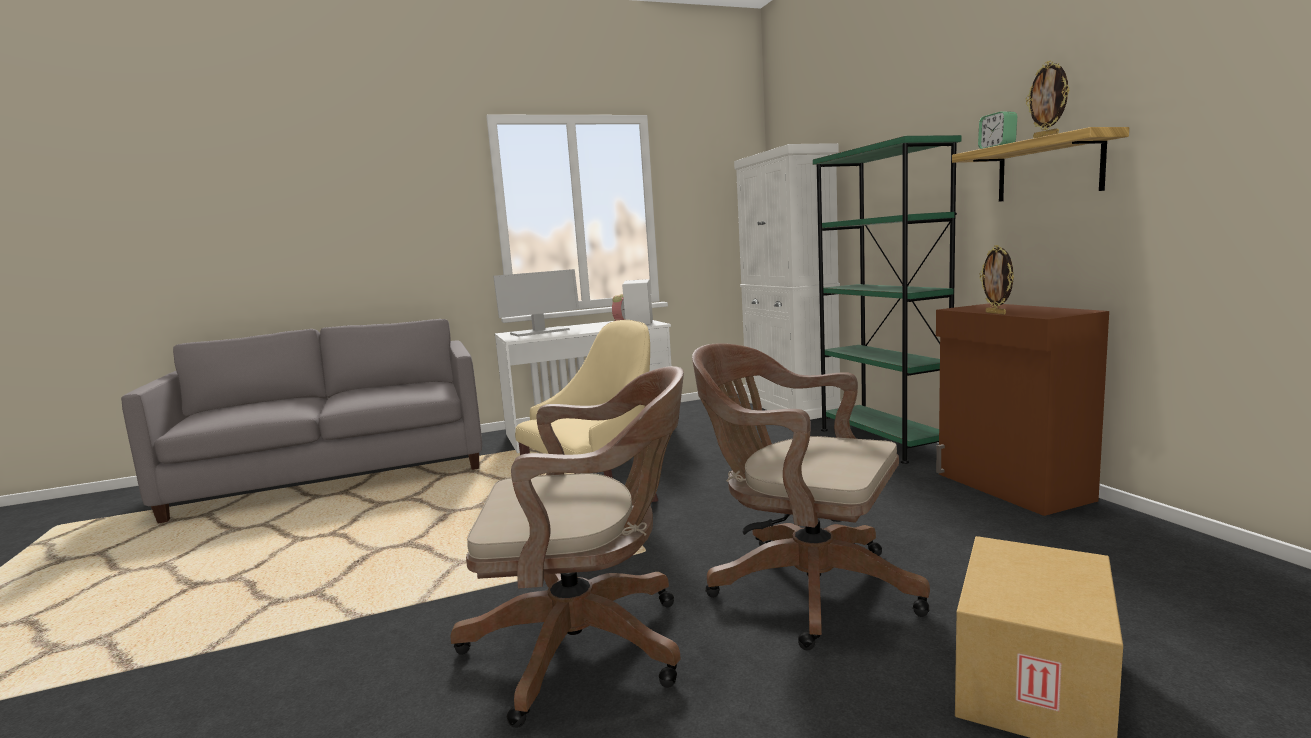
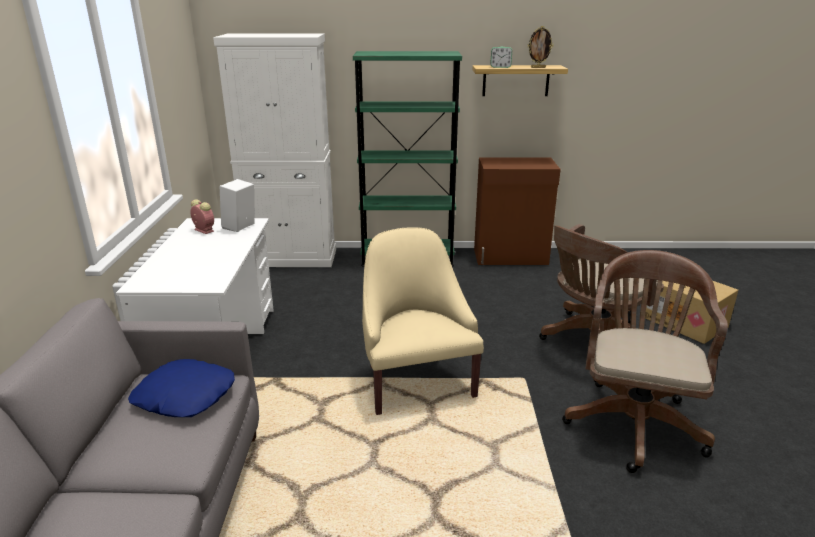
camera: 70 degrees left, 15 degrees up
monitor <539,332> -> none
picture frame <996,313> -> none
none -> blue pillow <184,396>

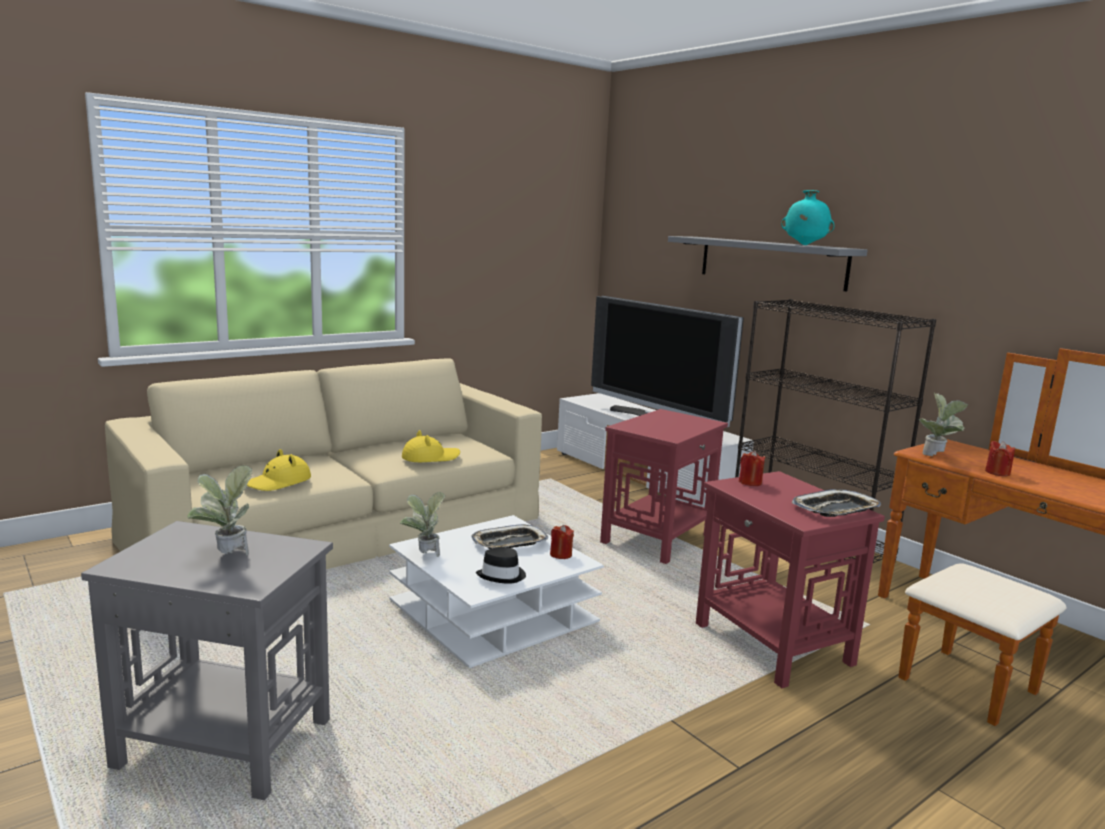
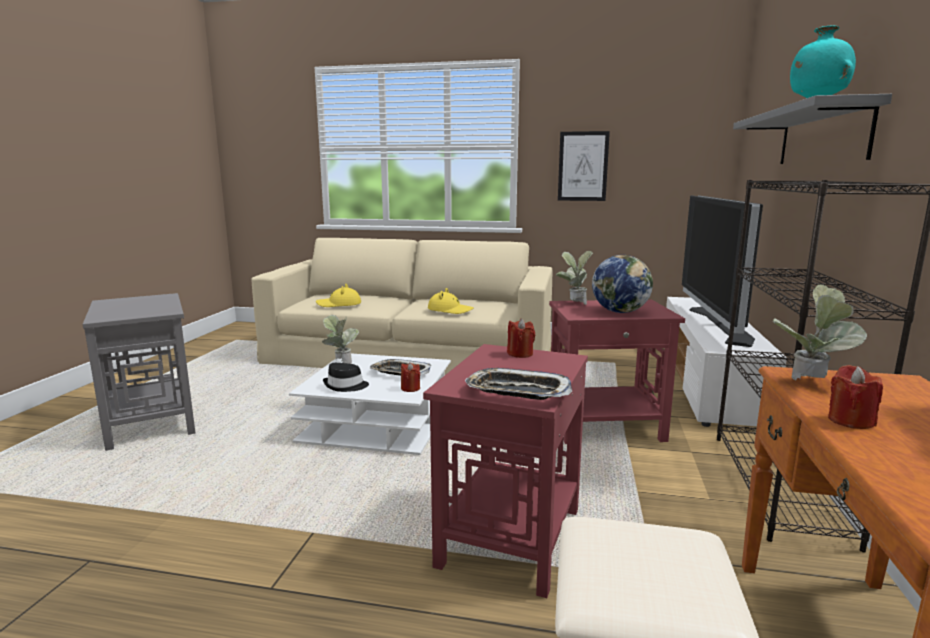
camera: 50 degrees right, 0 degrees up
none -> picture <583,166>
none -> globe <620,312>
potted plant <226,558> -> potted plant <573,304>, moved

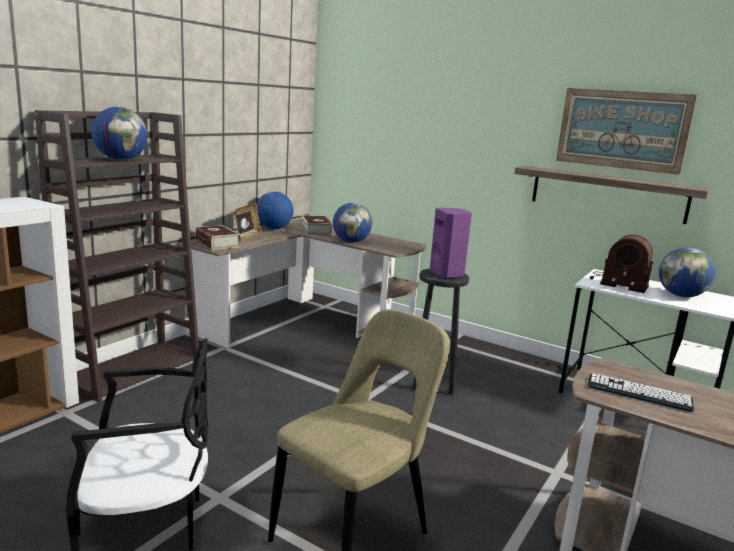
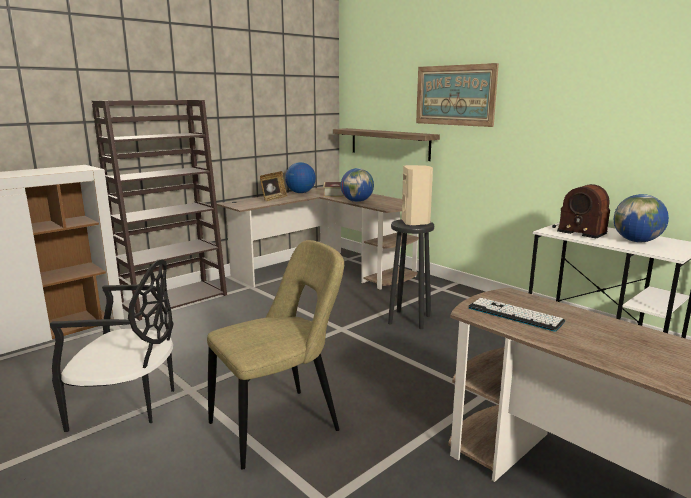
camera: 15 degrees right, 0 degrees up
globe <121,160> -> none
book <217,243> -> none
shelf <607,194> -> shelf <389,143>, moved
picture <622,129> -> picture <455,95>, moved
purple speaker <448,273> -> beige speaker <416,223>

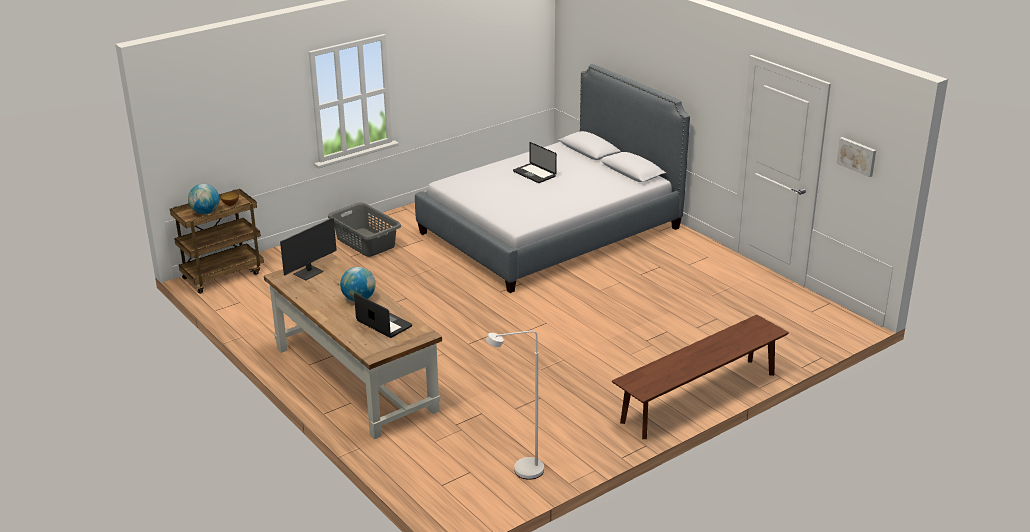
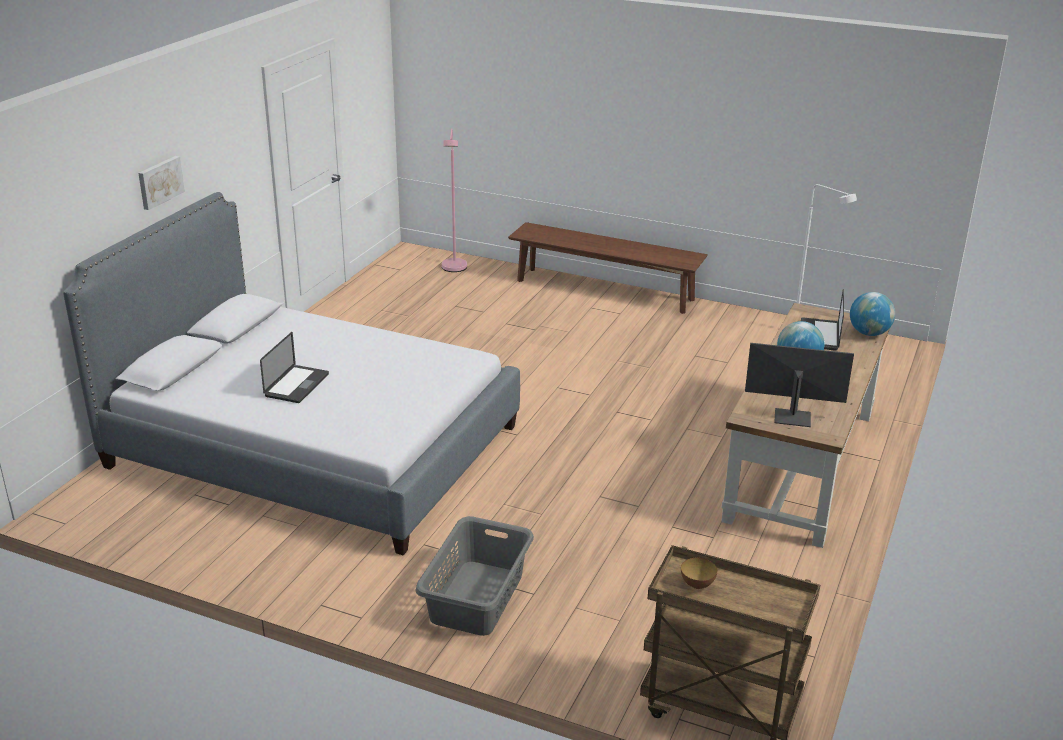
camera: 120 degrees left, 0 degrees up
none -> pink floor lamp <454,270>
globe <205,212> -> globe <869,333>, moved
picture <857,156> -> picture <159,182>, moved

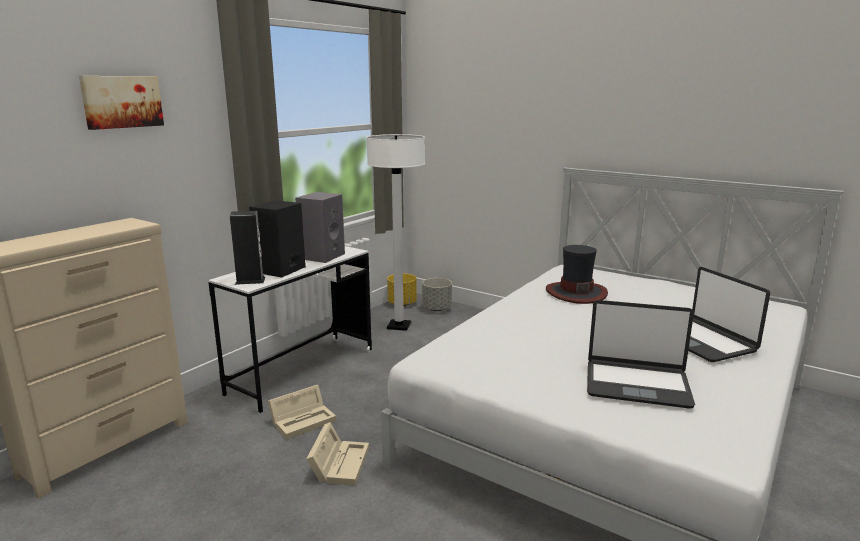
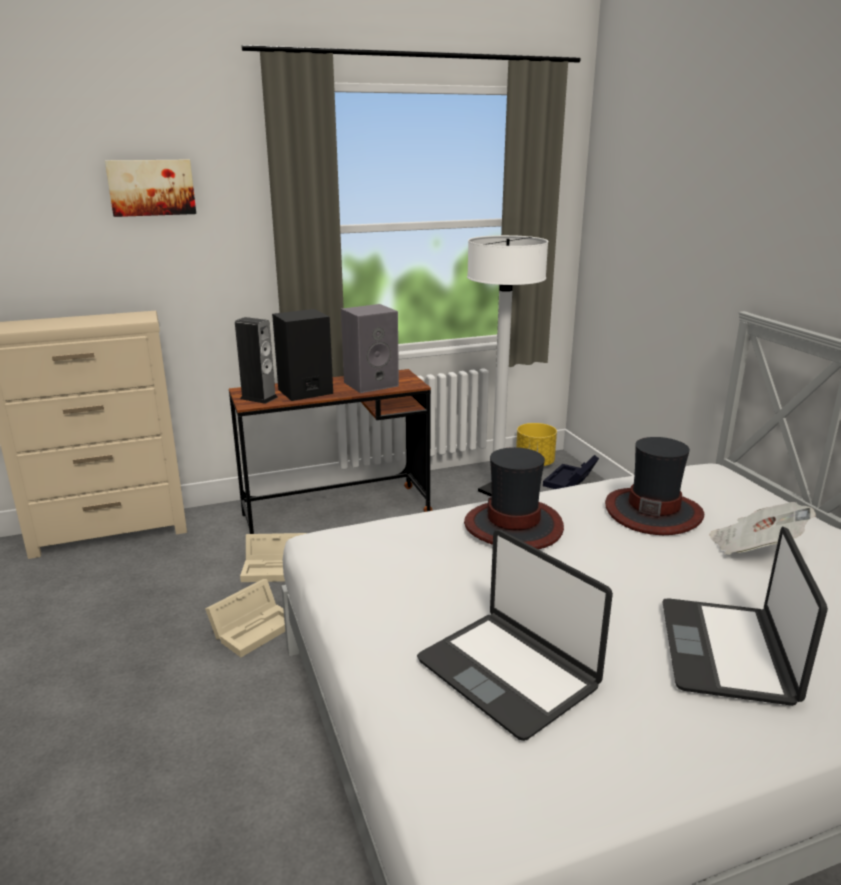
camera: 35 degrees right, 5 degrees up
none -> hat <514,526>
none -> newspaper <754,548>
grey planter <437,309> -> black storage box <570,482>
white desk <302,371> -> brown desk <336,514>

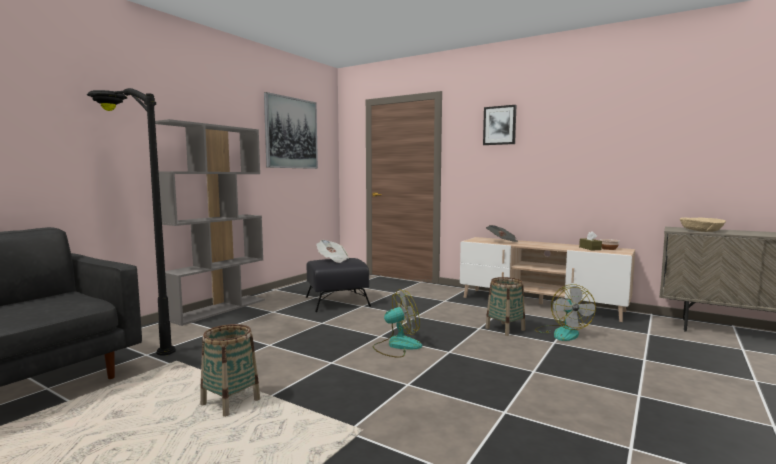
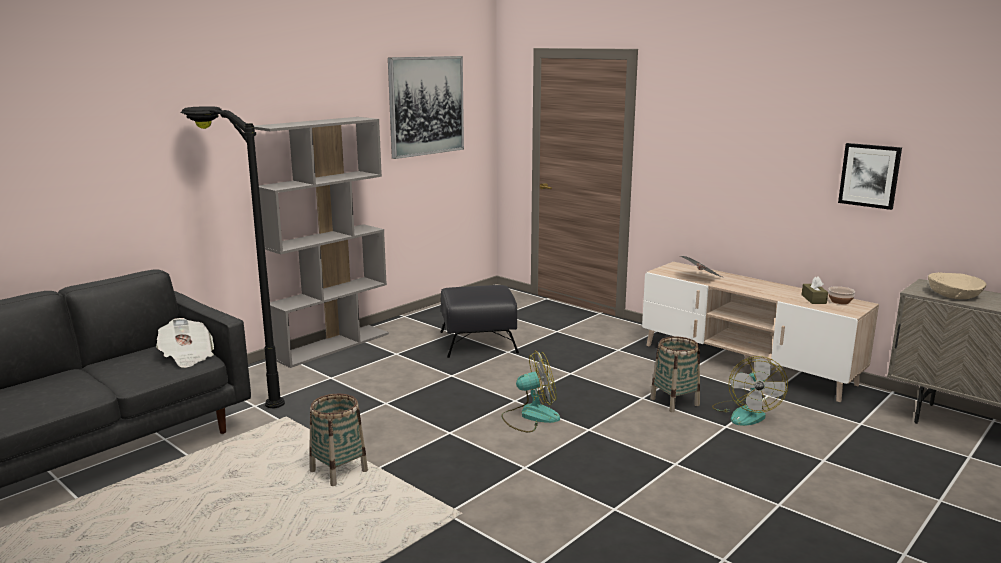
camera: 10 degrees right, 10 degrees up
newspaper <333,260> -> newspaper <187,357>, moved
picture <499,125> -> picture <869,175>, moved

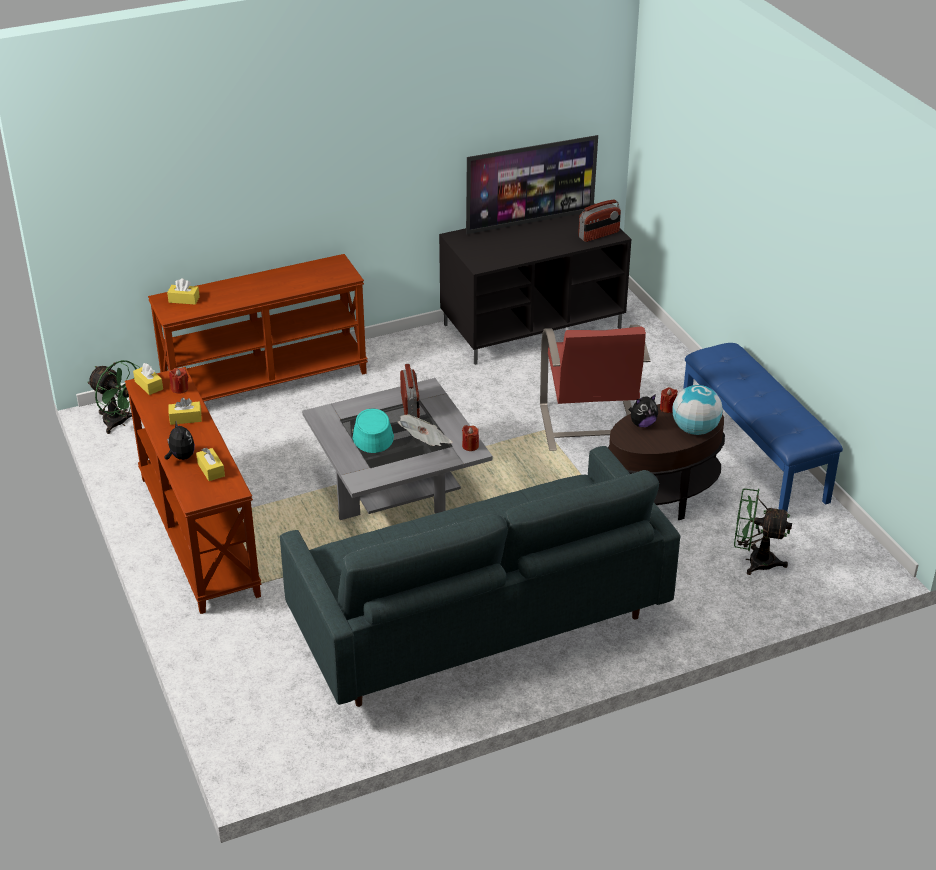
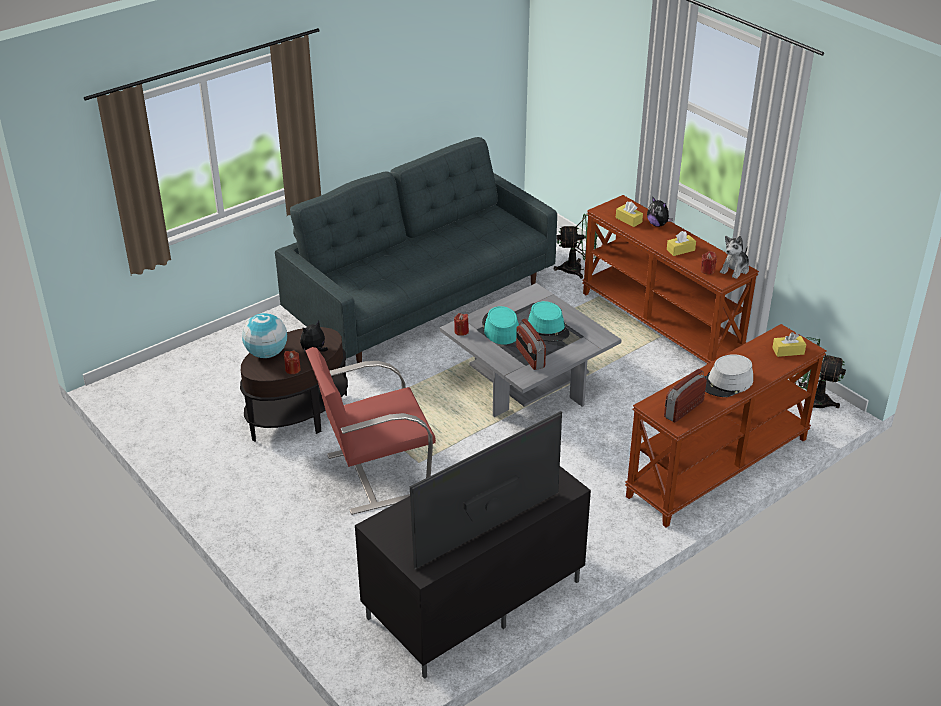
camera: 165 degrees right, 0 degrees up
blue bench <754,455> -> none
none -> grey hat <726,383>
radio <599,235> -> radio <683,409>, moved
green fan <754,561> -> green fan <577,269>, moved
yellow tissue box <149,385> -> plush toy <735,269>
newspaper <425,442> -> turquoise hat <500,328>
red armchair <590,426> -> red armchair <375,475>, 90 degrees counterclockwise

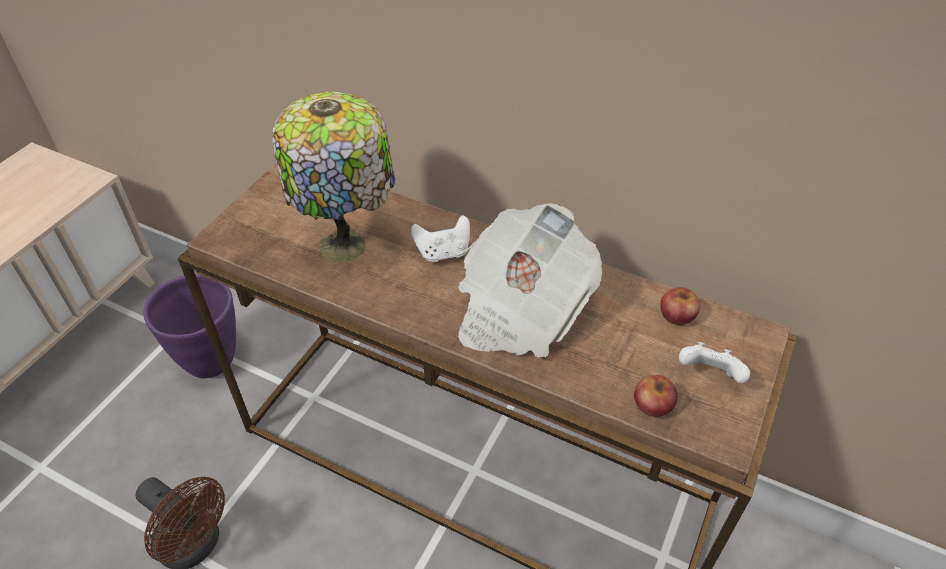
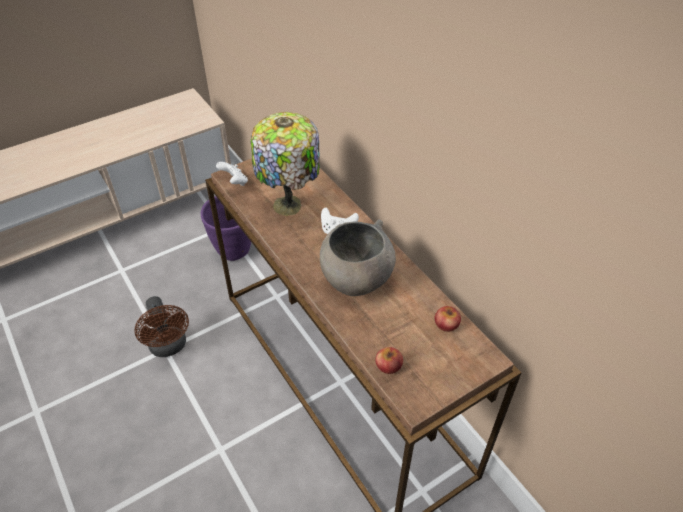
camera: 30 degrees right, 0 degrees up
white game controller <709,375> -> white game controller <234,182>, moved
newspaper <519,309> -> grey bowl <356,280>

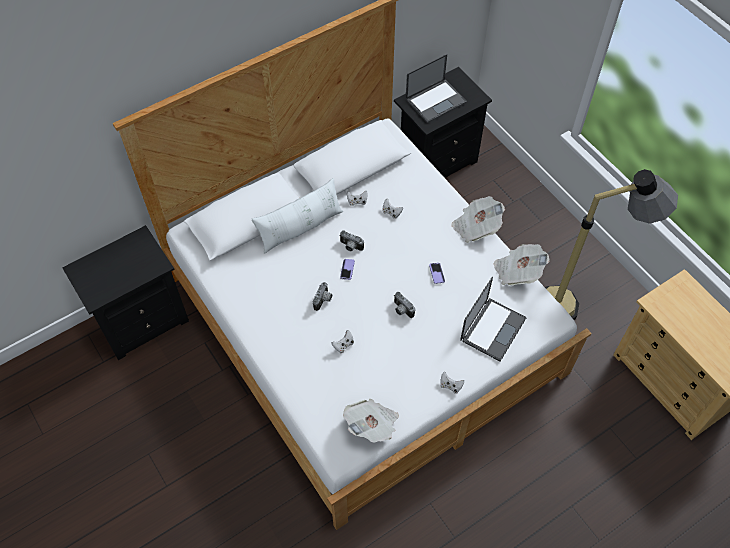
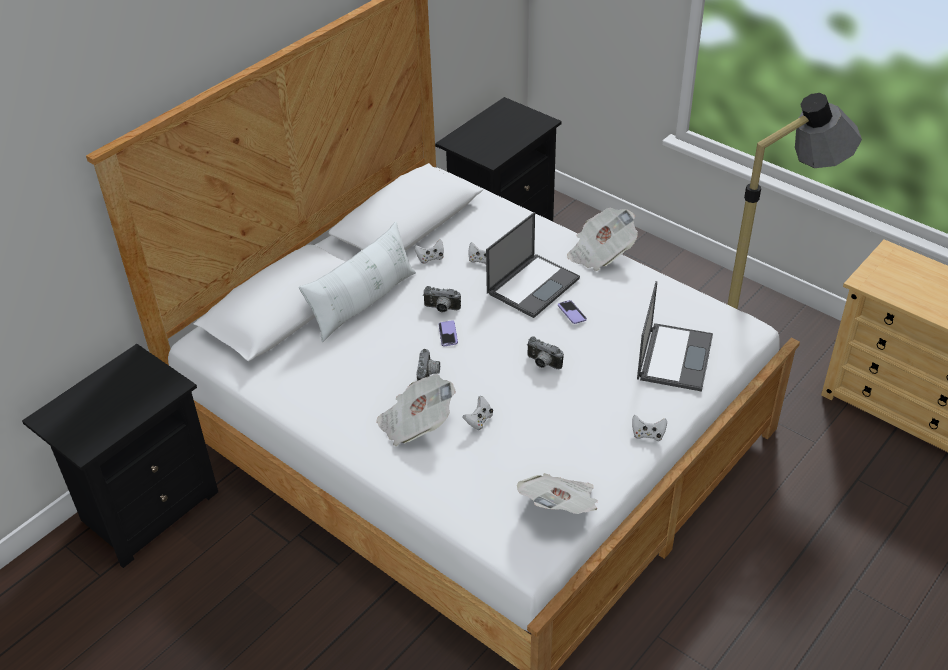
camera: 15 degrees left, 15 degrees down
laptop <436,100> -> laptop <533,285>, moved
newspaper <518,271> -> newspaper <416,424>, moved

